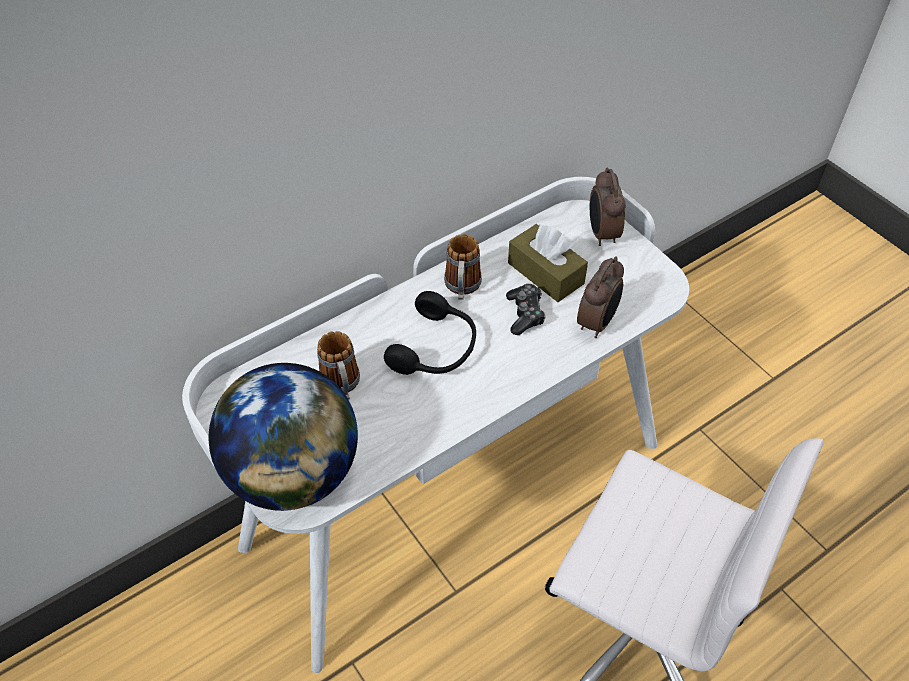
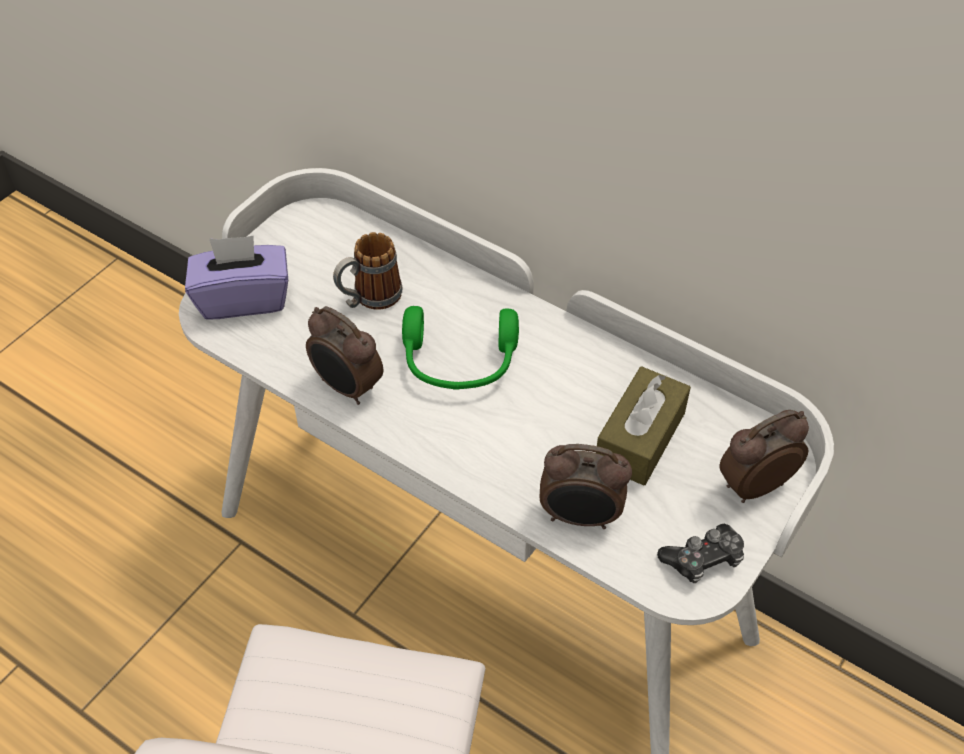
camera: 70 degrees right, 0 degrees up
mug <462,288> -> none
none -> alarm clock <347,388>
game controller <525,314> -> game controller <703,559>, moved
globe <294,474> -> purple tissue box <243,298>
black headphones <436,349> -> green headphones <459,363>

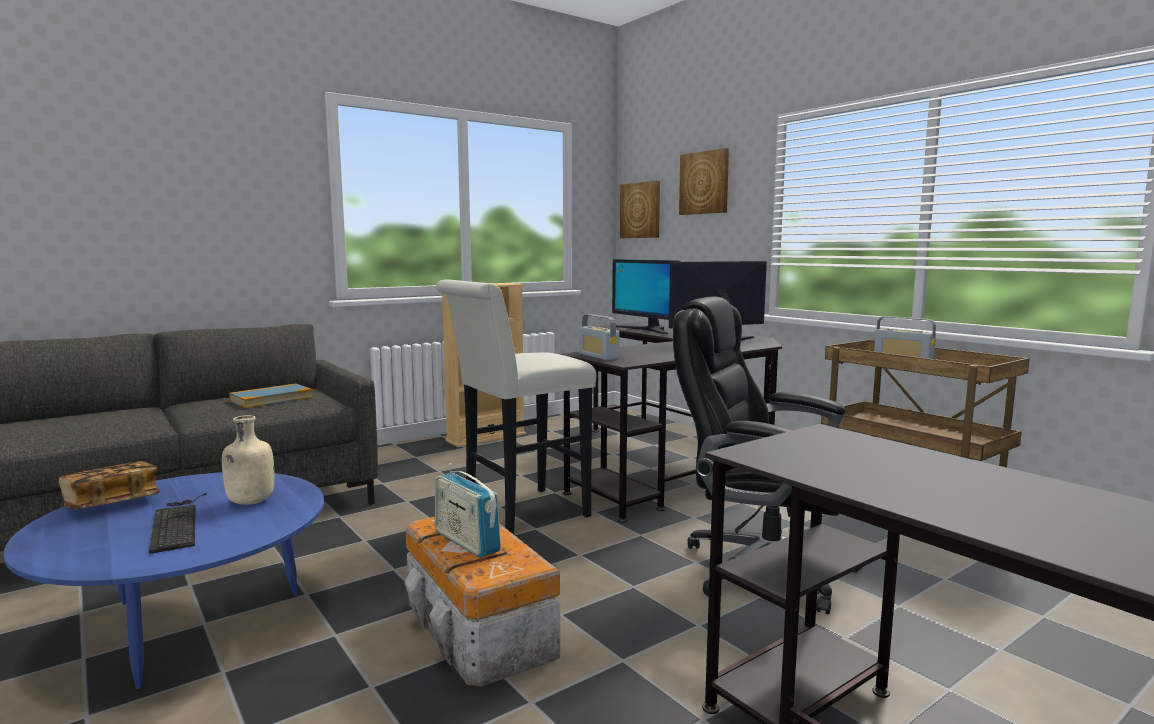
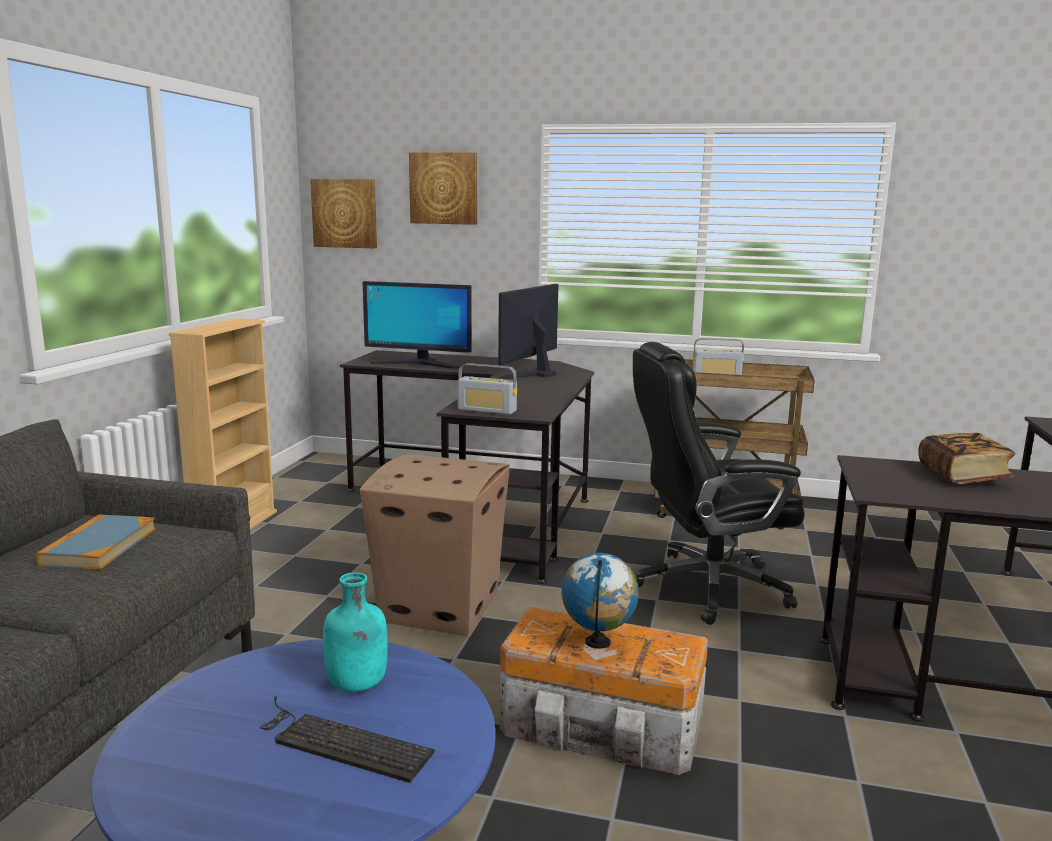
camera: 40 degrees left, 5 degrees up
book <112,503> -> book <962,476>, moved
radio <466,542> -> globe <598,643>
white stool <518,514> -> cardboard box <438,607>
beige bottle <250,502> -> turquoise bottle <357,685>

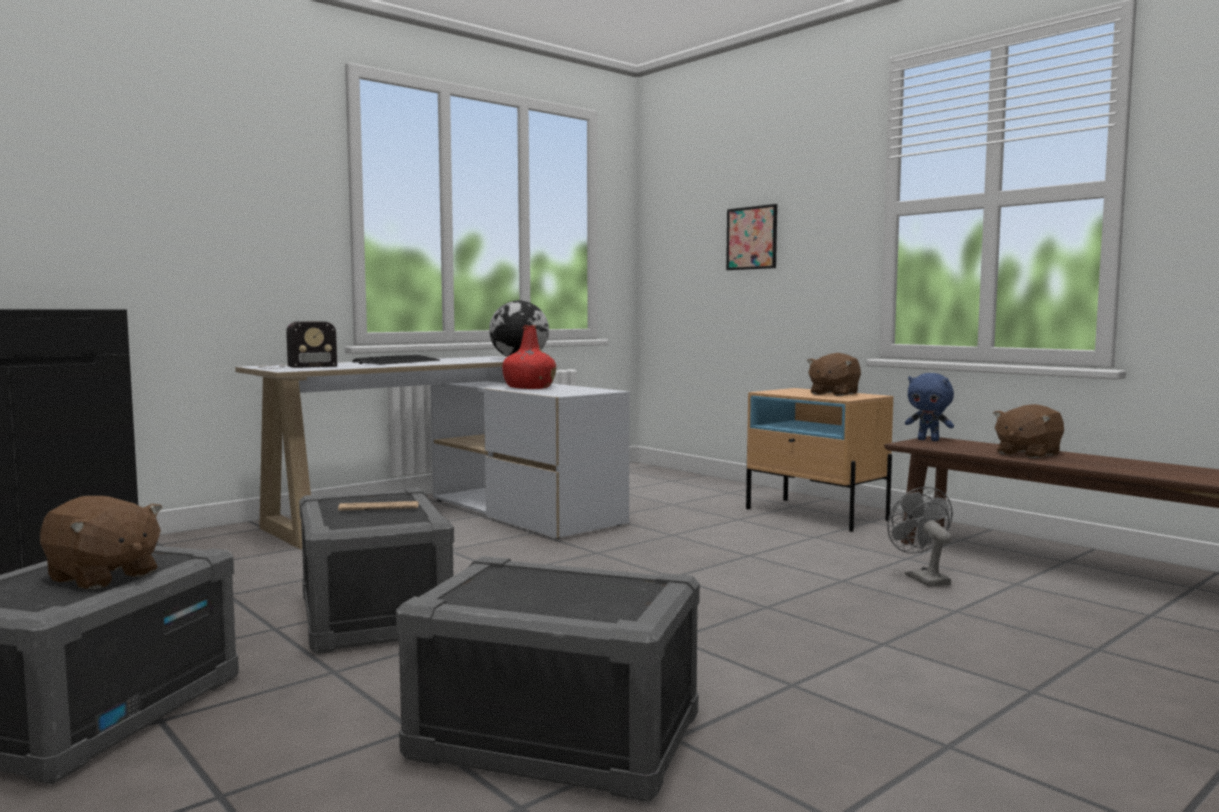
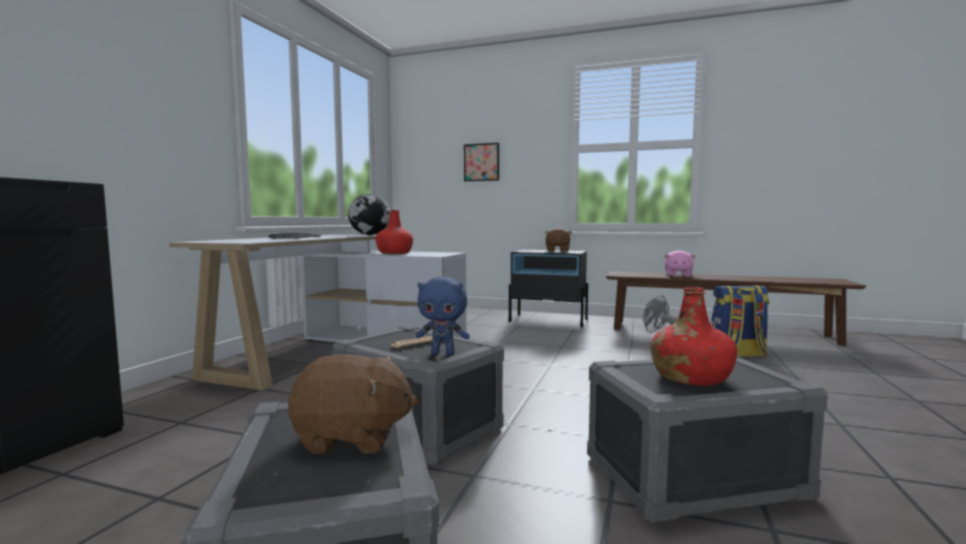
camera: 30 degrees left, 0 degrees up
radio <295,366> -> none
none -> red bottle <690,378>
none -> backpack <737,354>
blue plush toy <929,440> -> blue plush toy <443,353>, moved
beige nightstand <816,514> -> black nightstand <548,320>
brown plush toy <1027,454> -> pink plush toy <678,275>

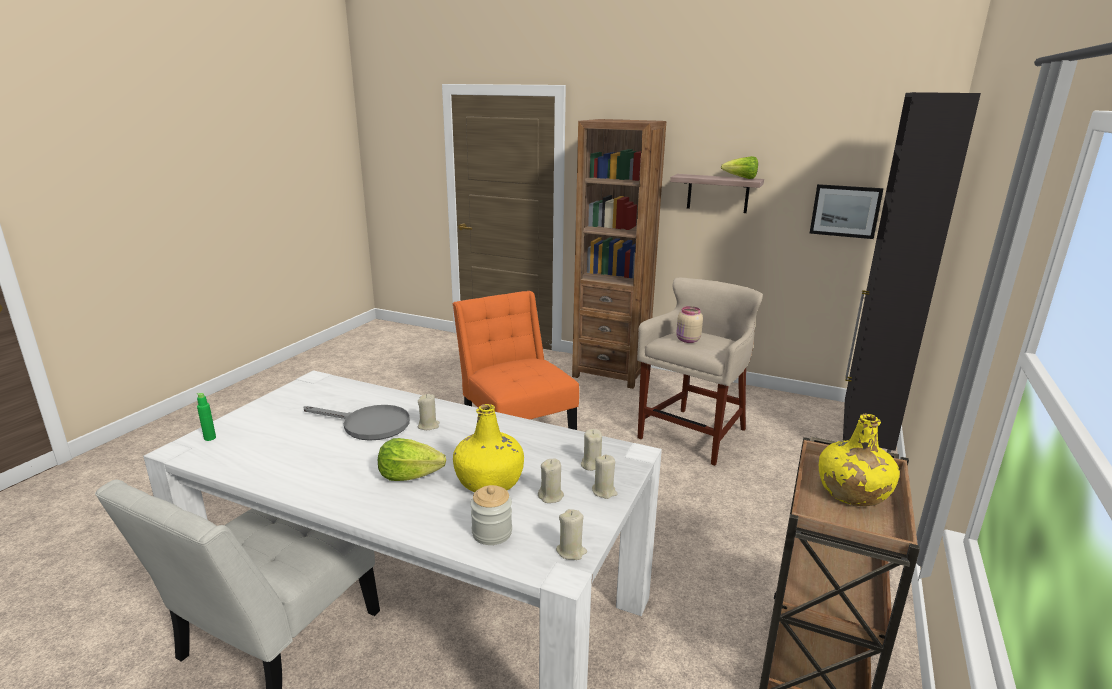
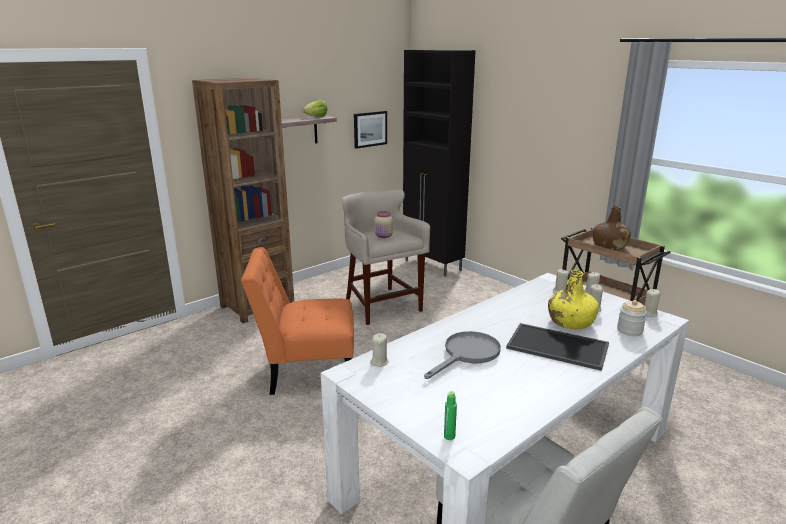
camera: 65 degrees left, 0 degrees up
beige candle <428,426> -> beige candle <379,362>, moved
lettuce <409,476> -> tray <556,347>
yellow bottle <851,492> -> brown bottle <609,246>

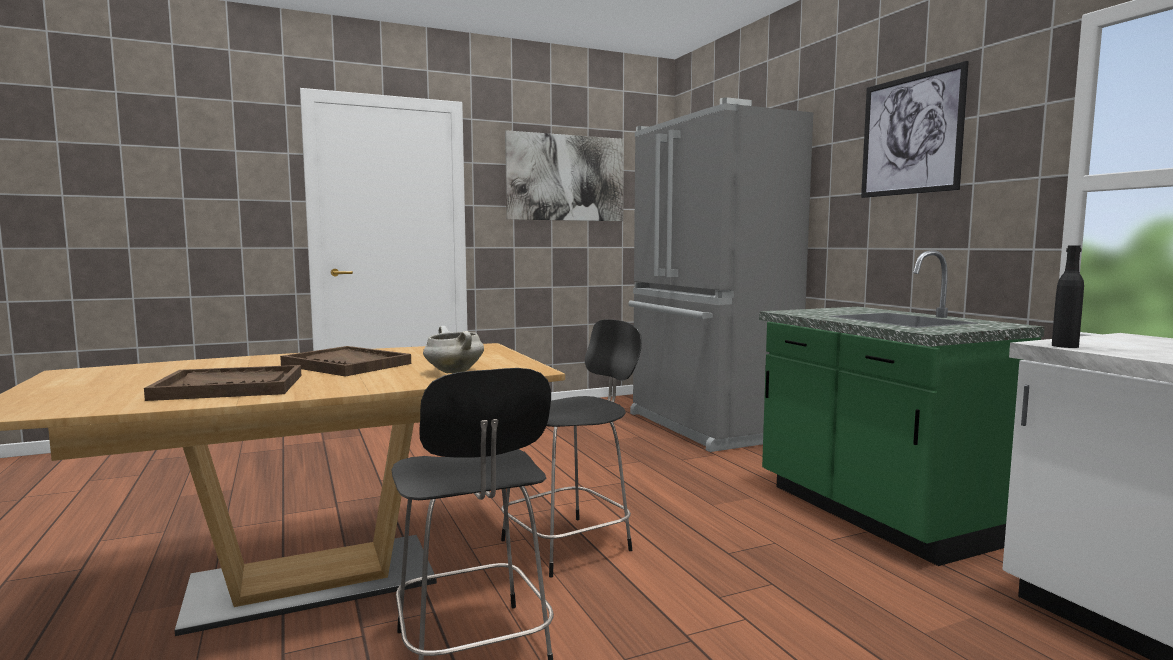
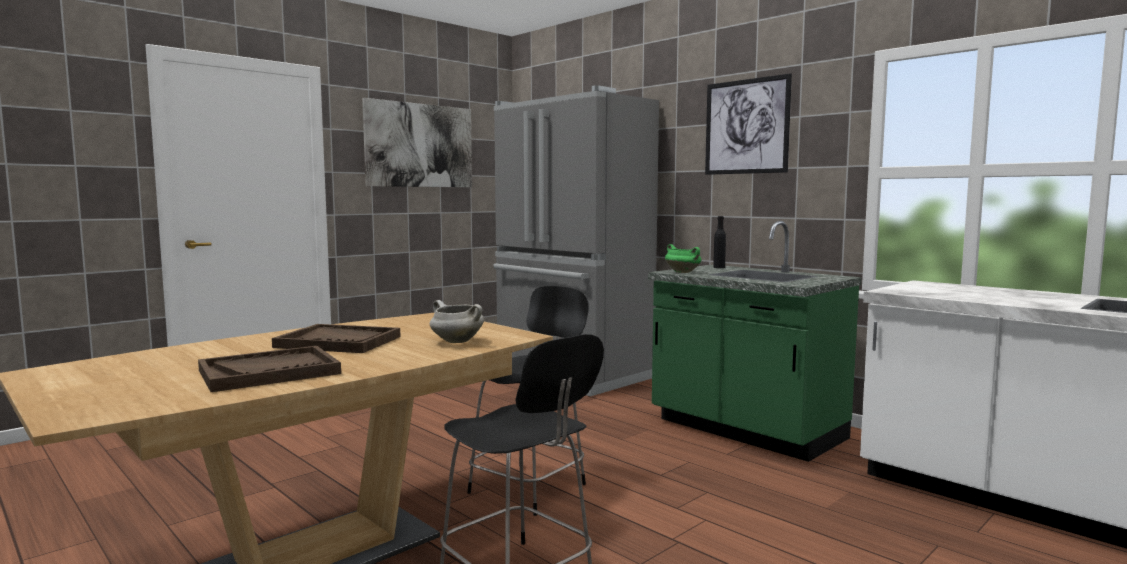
camera: 20 degrees left, 0 degrees up
none -> green cooking pot <683,272>
black bottle <1065,346> -> black bottle <719,267>, moved

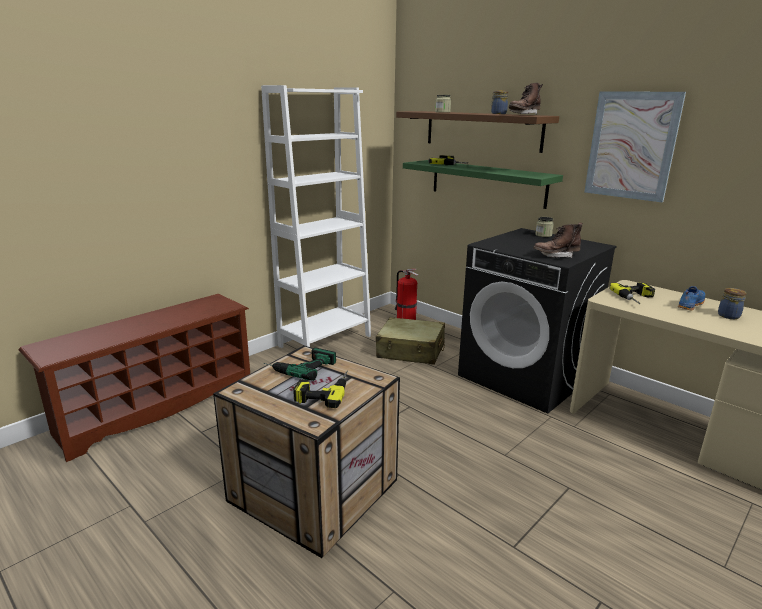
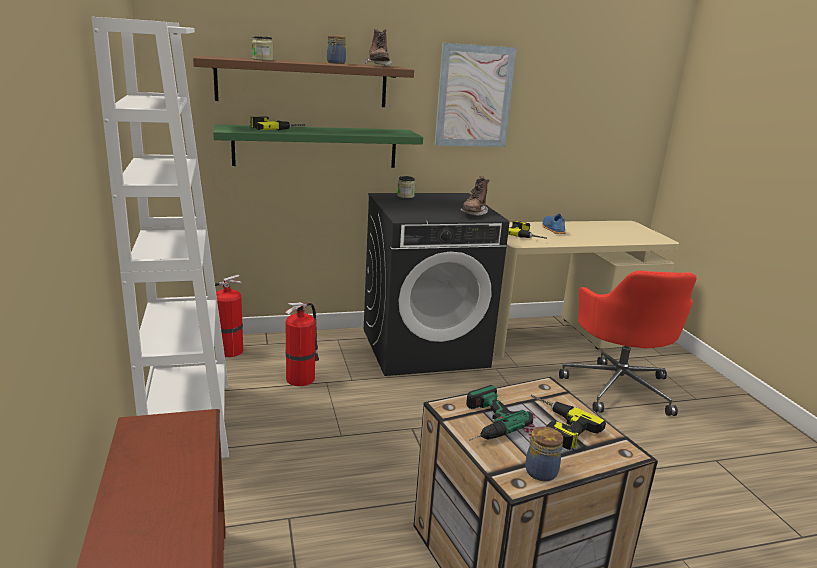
camera: 60 degrees left, 0 degrees up
none -> red office chair <618,387>
jar <728,315> -> jar <540,471>, moved
beige suitcase <411,351> -> fire extinguisher <301,378>

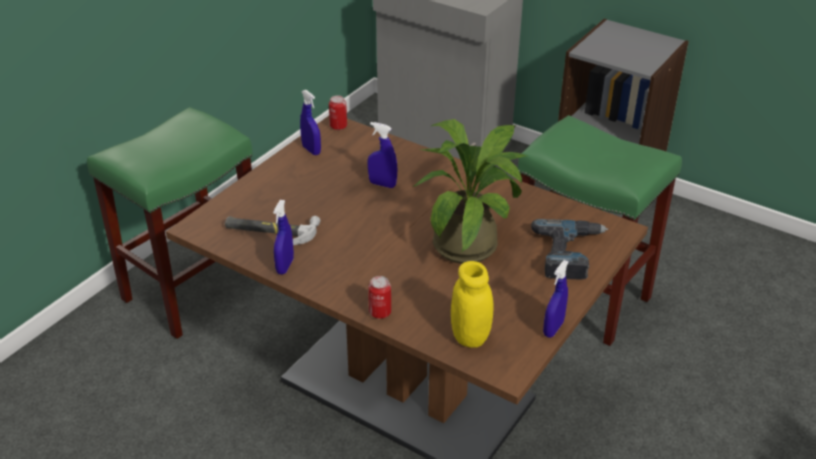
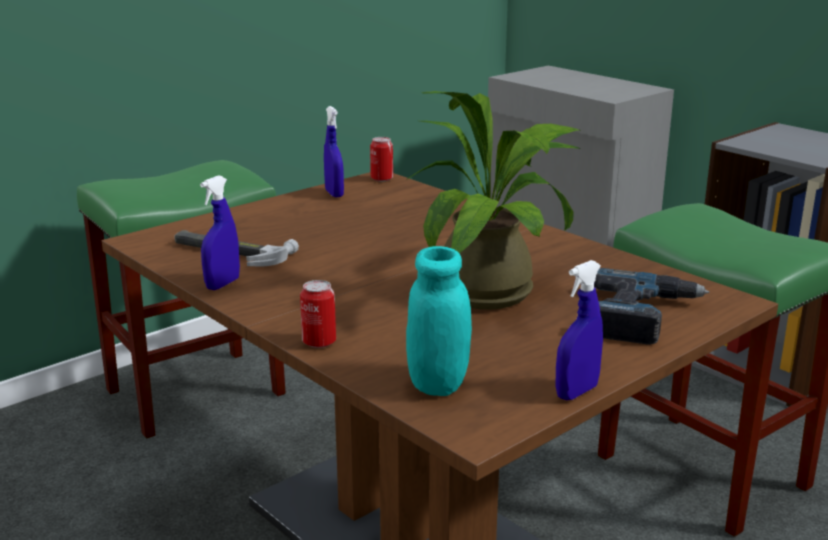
camera: 15 degrees right, 15 degrees down
blue spray bottle <382,184> -> none
yellow jar <470,336> -> turquoise jar <438,384>

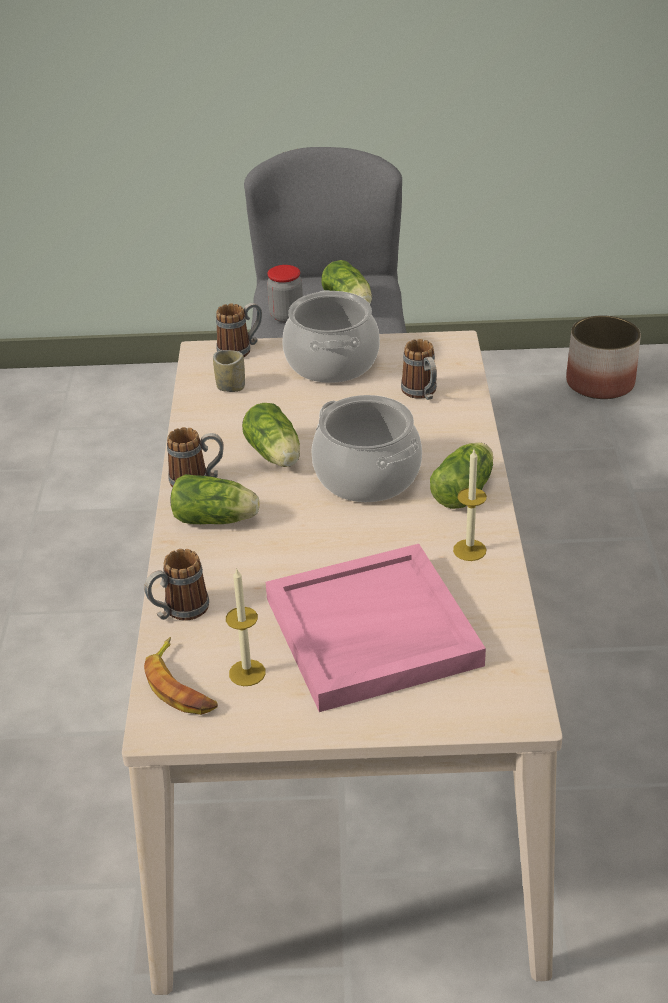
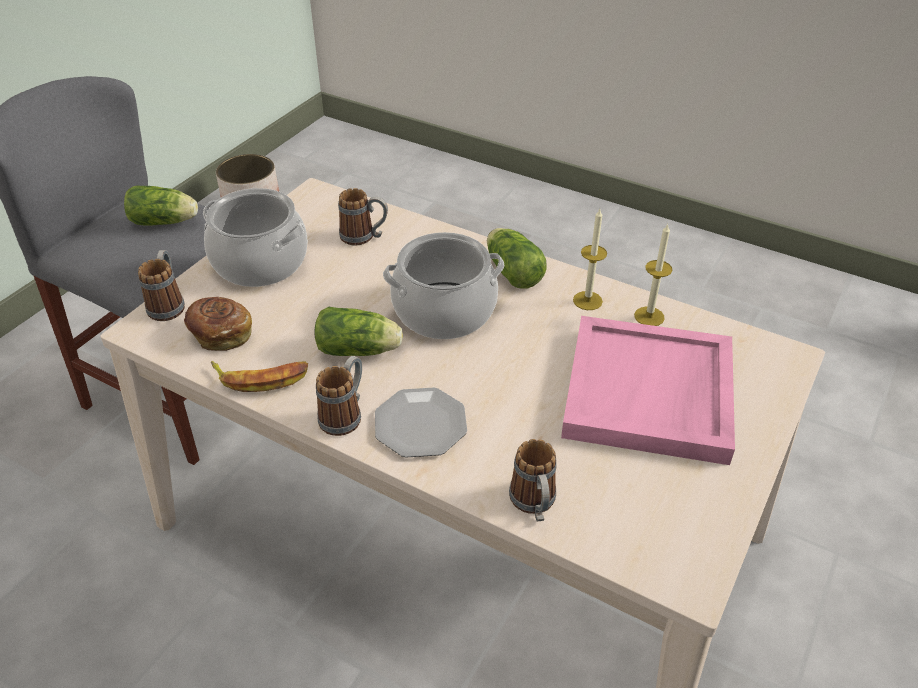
camera: 60 degrees left, 5 degrees up
jar <286,316> -> none
banana <181,685> -> banana <261,378>, moved
candle <247,673> -> candle <649,316>, moved
lettuce <217,520> -> plate <419,425>
cup <231,387> -> bread <221,334>

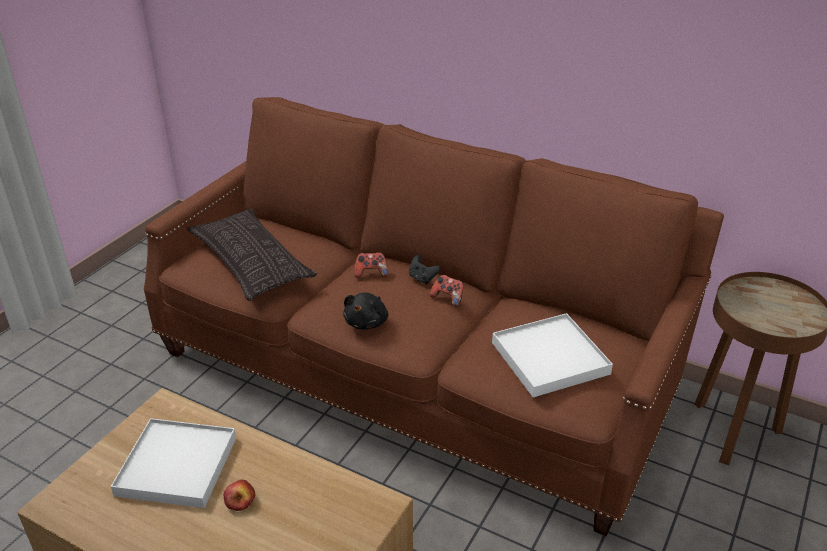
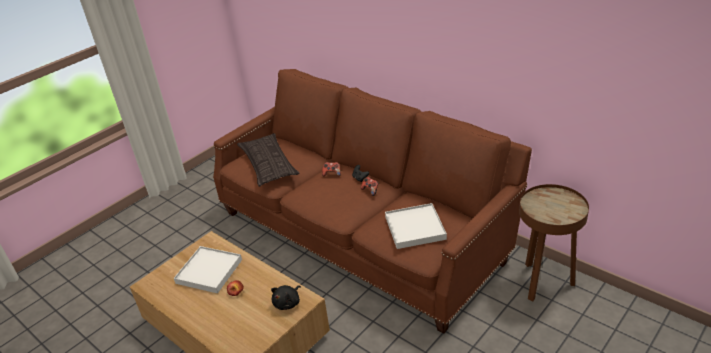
camera: 15 degrees right, 0 degrees up
black plush toy <367,322> -> black plush toy <288,303>, moved

